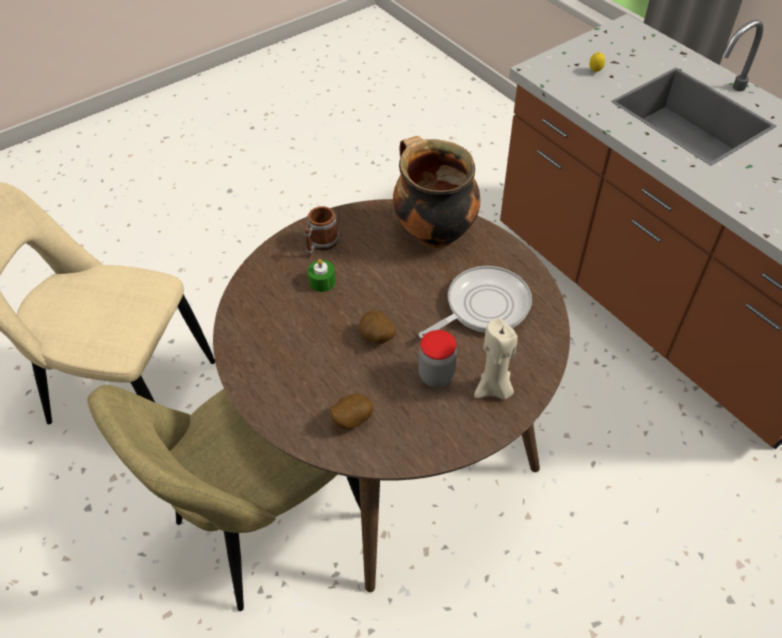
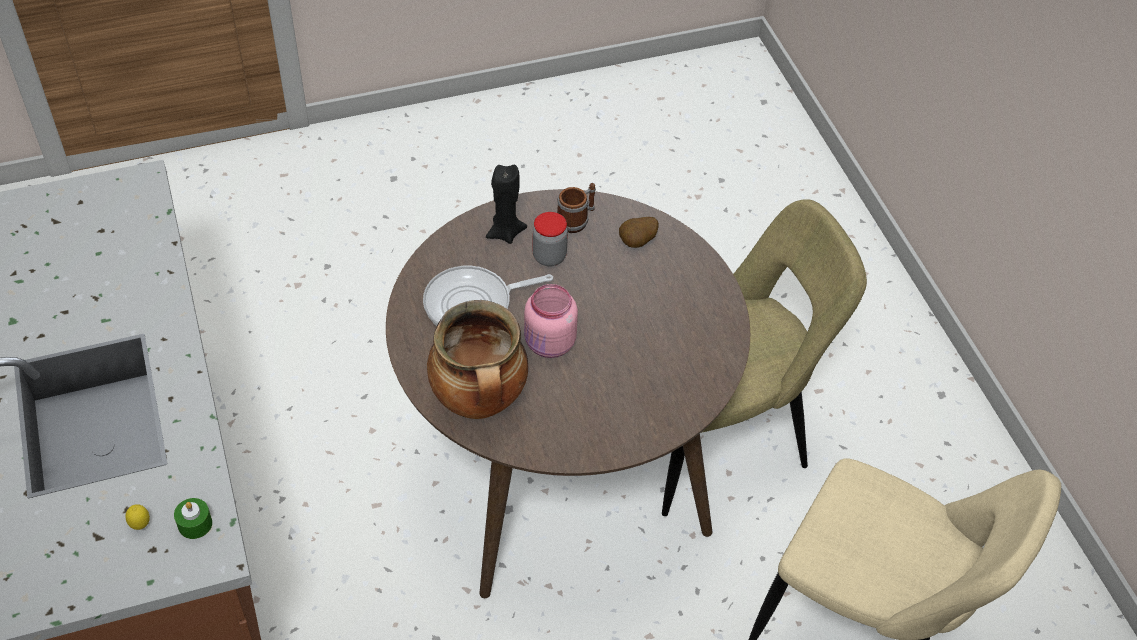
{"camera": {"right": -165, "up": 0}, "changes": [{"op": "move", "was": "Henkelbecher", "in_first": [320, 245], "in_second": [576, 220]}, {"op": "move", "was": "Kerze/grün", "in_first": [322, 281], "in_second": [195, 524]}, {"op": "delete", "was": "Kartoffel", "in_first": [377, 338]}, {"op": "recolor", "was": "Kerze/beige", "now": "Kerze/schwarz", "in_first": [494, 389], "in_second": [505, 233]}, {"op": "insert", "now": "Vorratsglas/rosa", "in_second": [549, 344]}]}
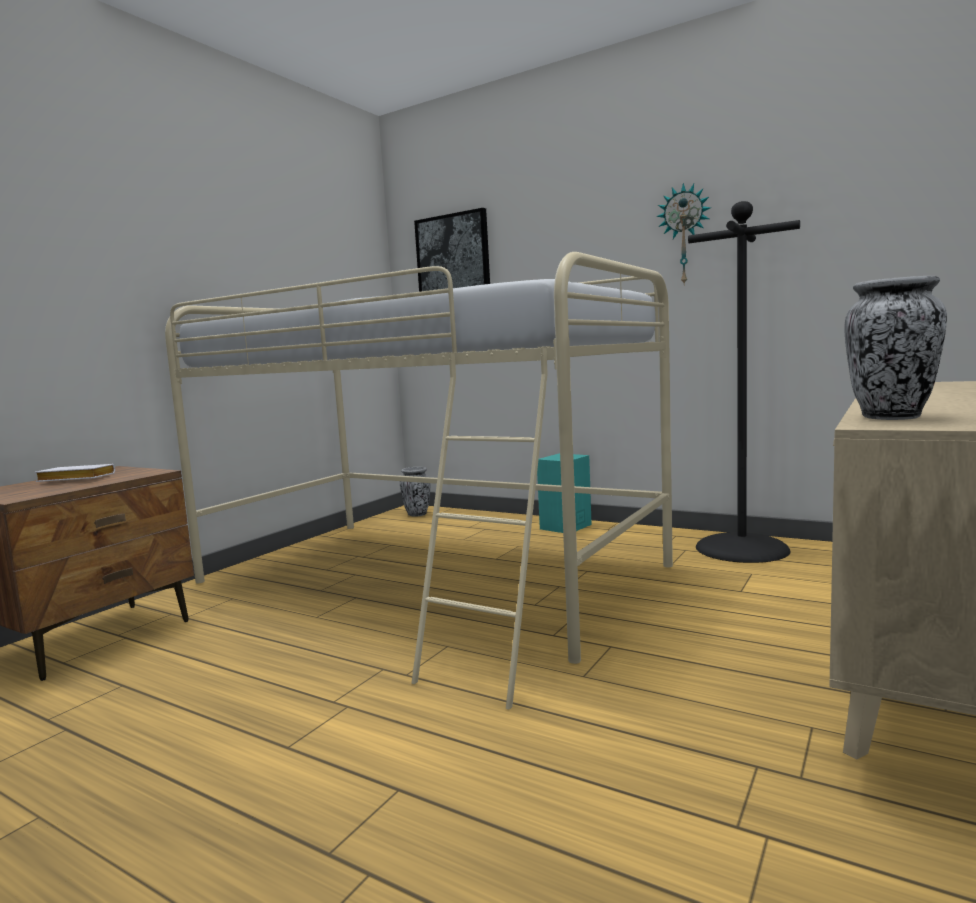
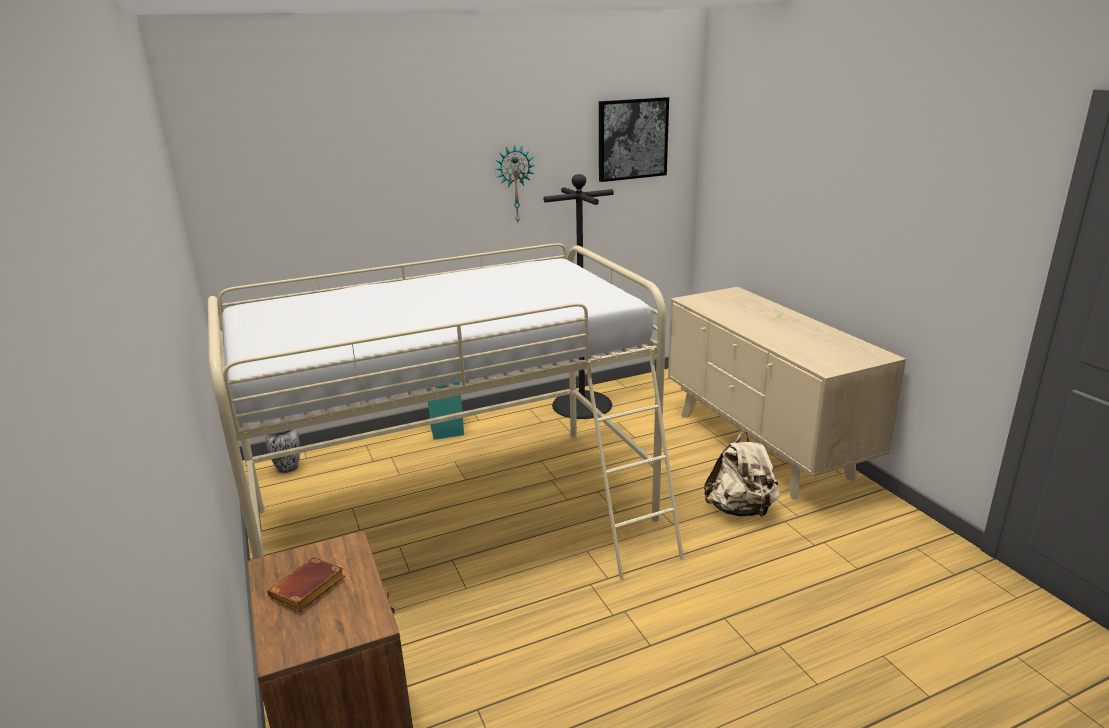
{"camera": {"right": -55, "up": 15}, "changes": [{"op": "move", "was": "Bild", "in_first": [453, 257], "in_second": [632, 139]}, {"op": "delete", "was": "Vase", "in_first": [891, 417]}, {"op": "recolor", "was": "Buch/weiß", "now": "Buch/braun", "in_first": [74, 479], "in_second": [307, 591]}, {"op": "insert", "now": "Rucksack/beige", "in_second": [740, 509]}]}
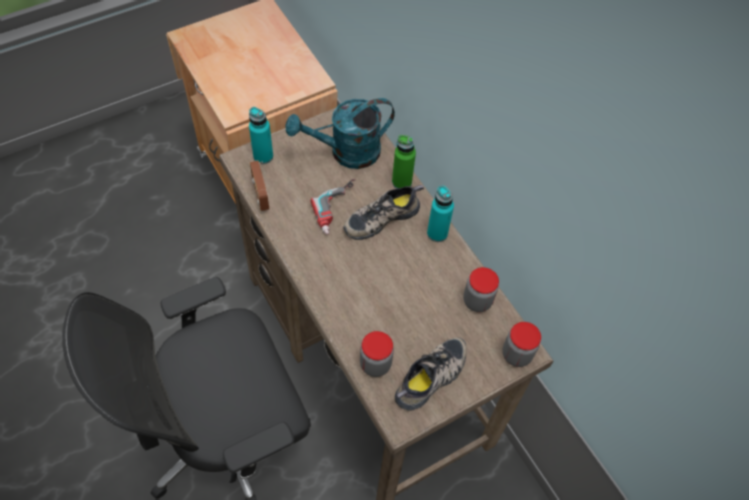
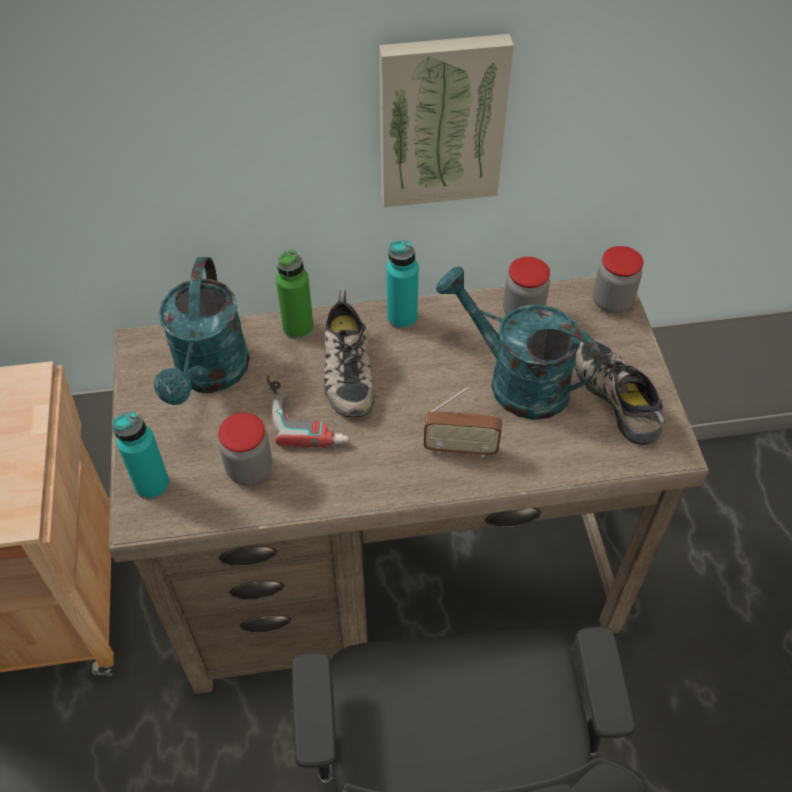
{"camera": {"right": -65, "up": -5}, "changes": [{"op": "move", "was": "Radio", "in_first": [261, 195], "in_second": [460, 448]}, {"op": "move", "was": "Vorratsglas", "in_first": [375, 364], "in_second": [249, 469]}, {"op": "insert", "now": "Bild", "in_second": [441, 120]}, {"op": "insert", "now": "Gießkanne/türkis", "in_second": [515, 380]}]}
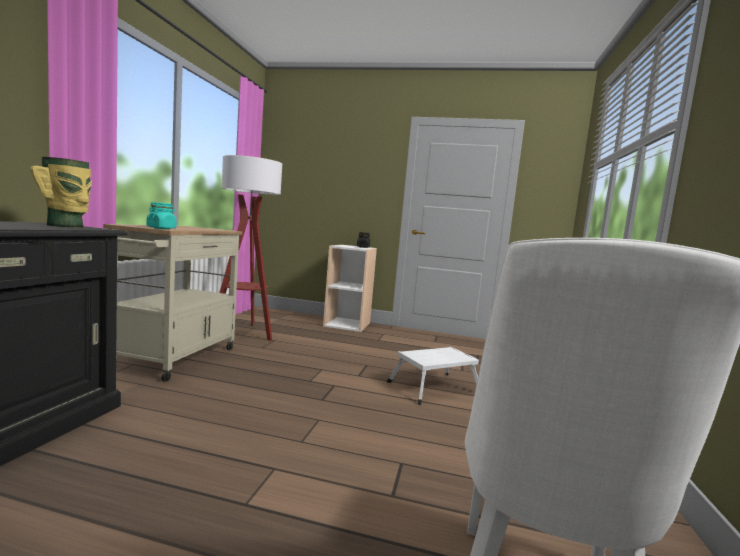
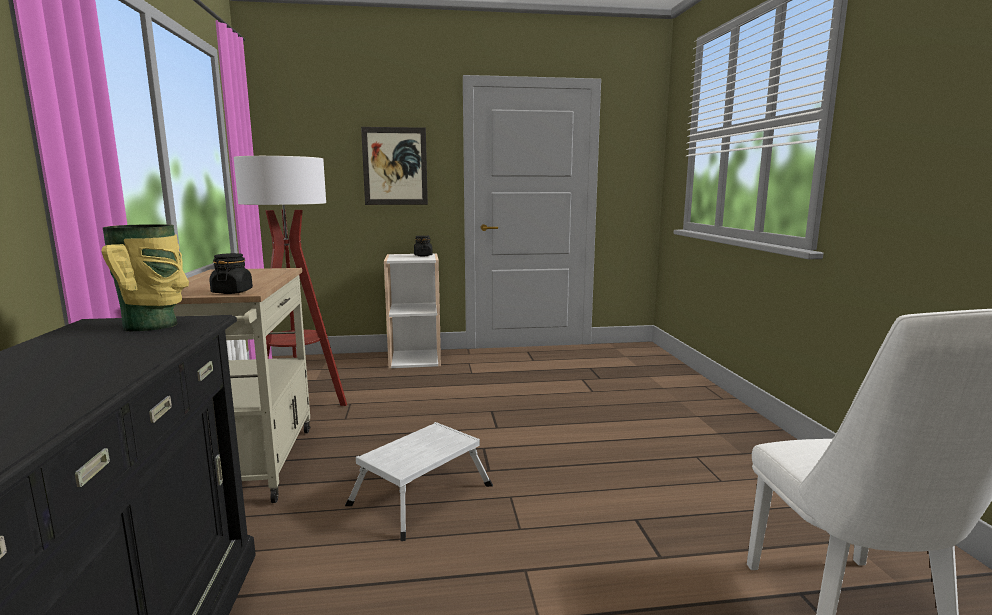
{"camera": {"right": -20, "up": 5}, "changes": [{"op": "recolor", "was": "Vorratsglas/türkis", "now": "Vorratsglas/schwarz", "in_first": [161, 228], "in_second": [232, 292]}, {"op": "move", "was": "Trittleiter/weiß", "in_first": [435, 387], "in_second": [422, 494]}, {"op": "insert", "now": "Bild", "in_second": [395, 166]}]}
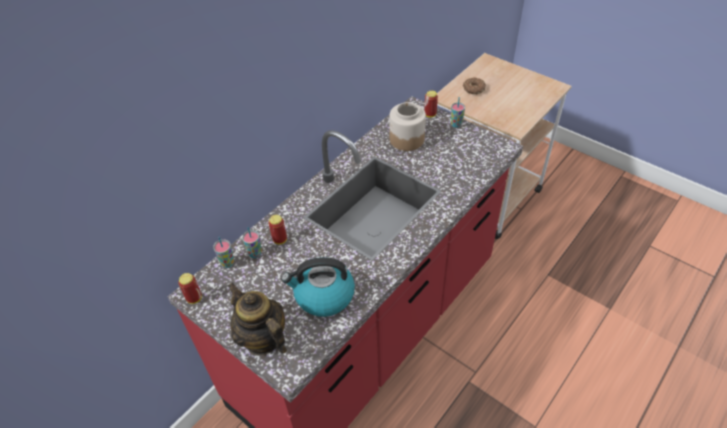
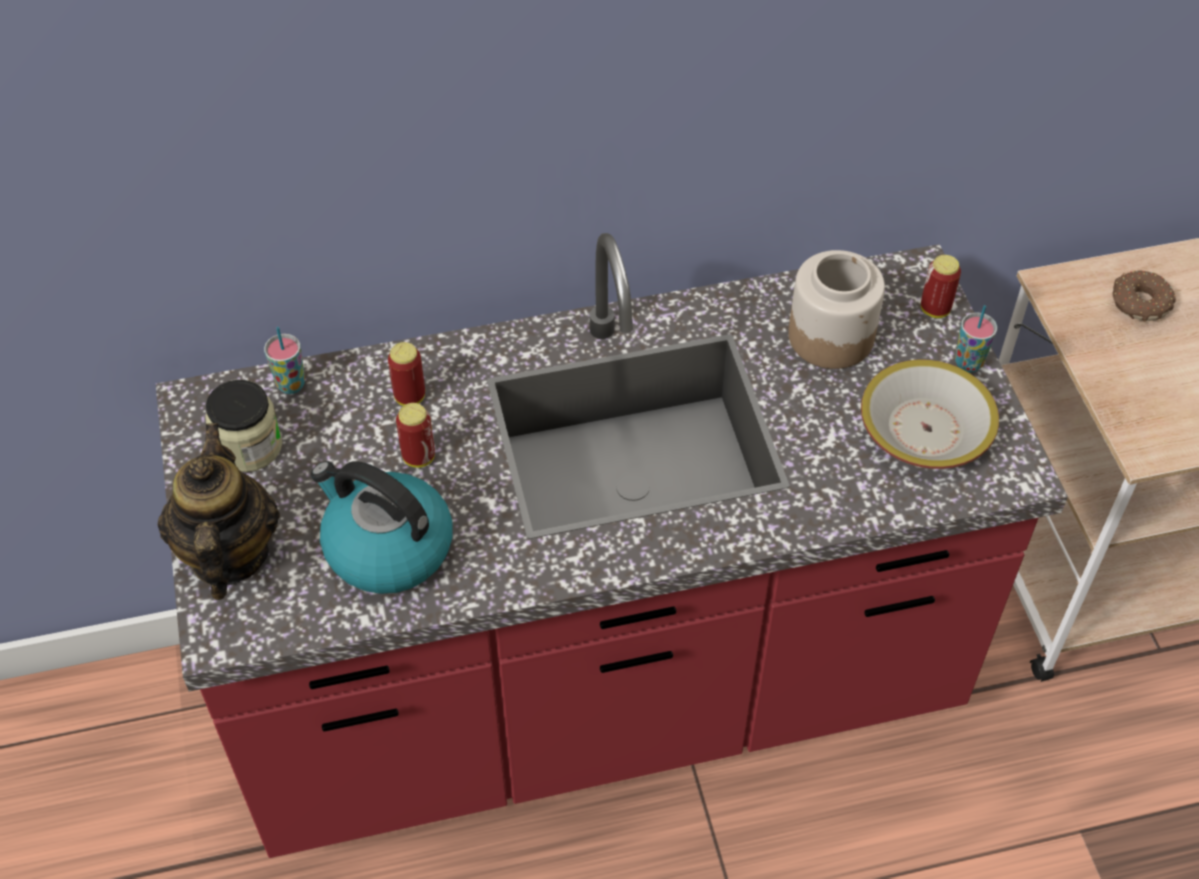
{"camera": {"right": 35, "up": 5}, "changes": [{"op": "delete", "was": "Tasse", "in_first": [255, 254]}, {"op": "move", "was": "Dose", "in_first": [194, 298], "in_second": [418, 457]}, {"op": "insert", "now": "Schüssel", "in_second": [926, 429]}, {"op": "insert", "now": "Vorratsglas", "in_second": [249, 447]}]}
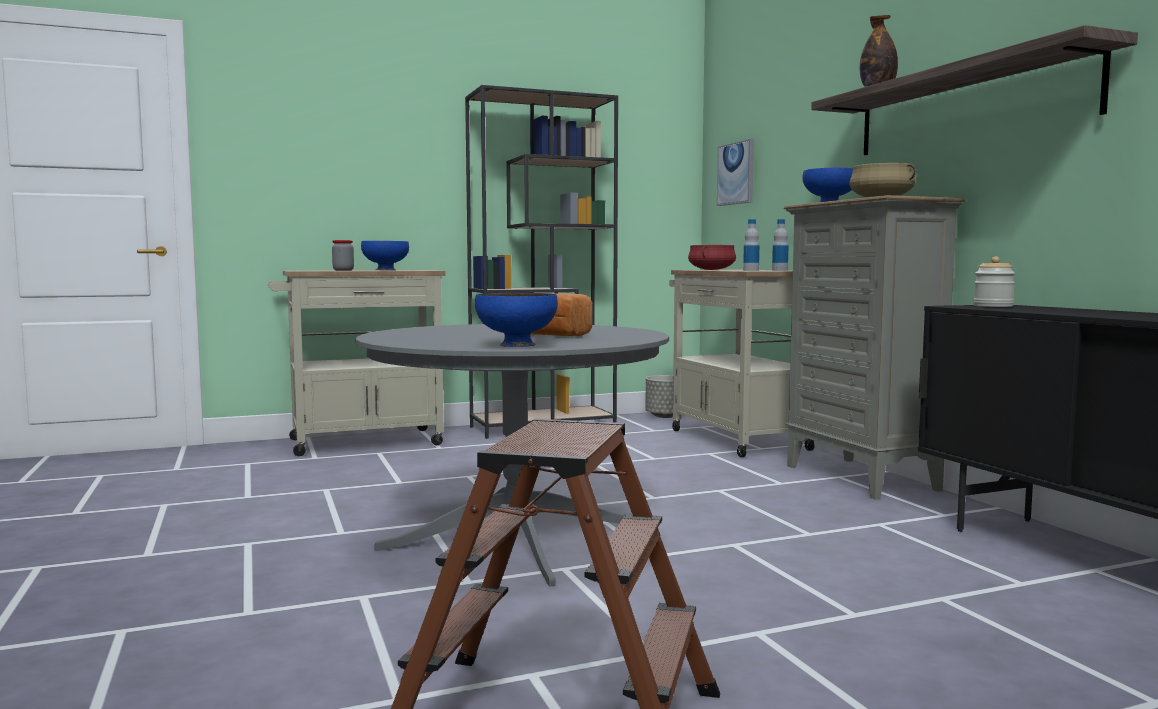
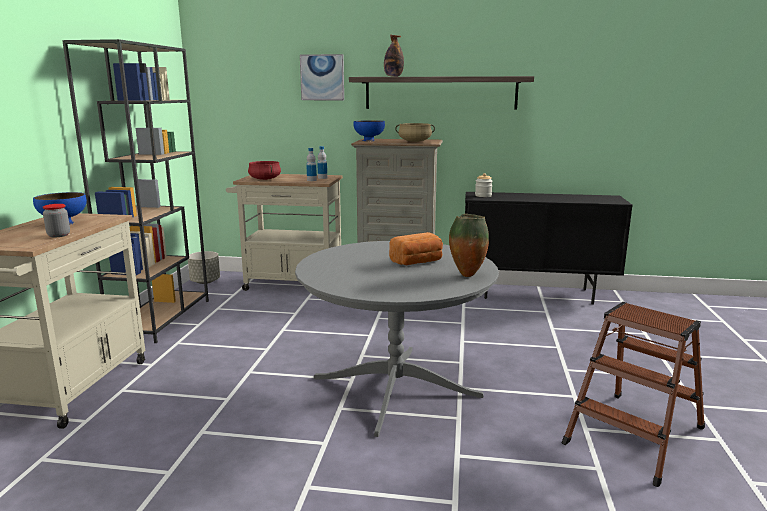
{"camera": {"right": -60, "up": 10}, "changes": [{"op": "move", "was": "Bild", "in_first": [736, 173], "in_second": [322, 77]}, {"op": "replace", "was": "Schüssel/blau", "now": "Vase", "in_first": [516, 345], "in_second": [466, 275]}]}
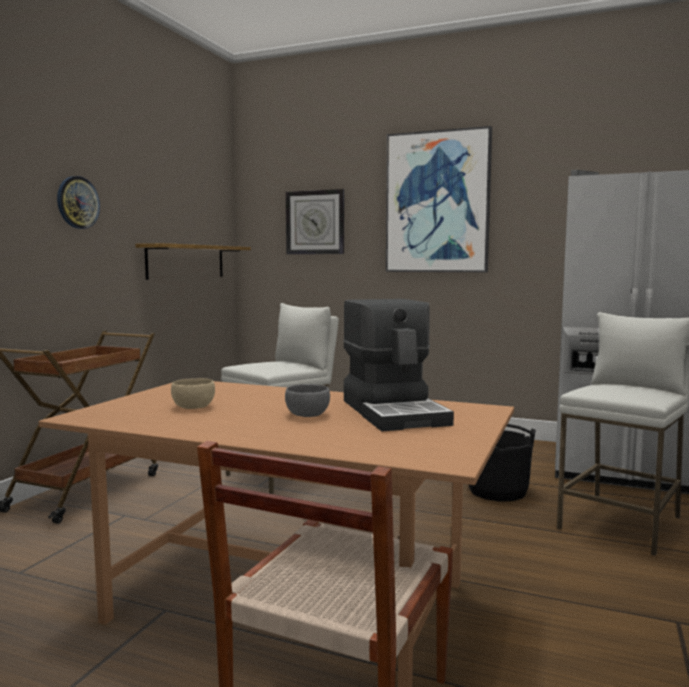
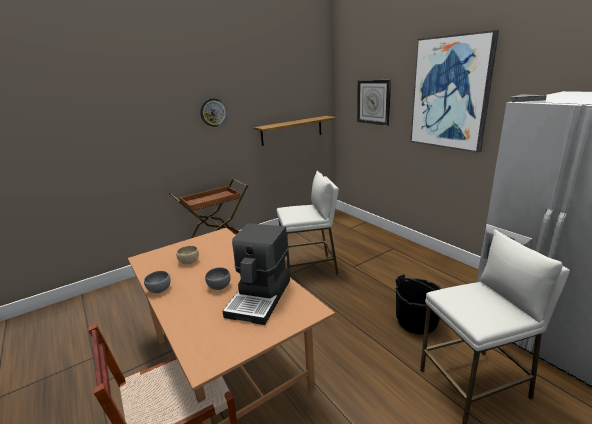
{"camera": {"right": 35, "up": 15}, "changes": [{"op": "insert", "now": "Schüssel/grau", "in_second": [159, 289]}]}
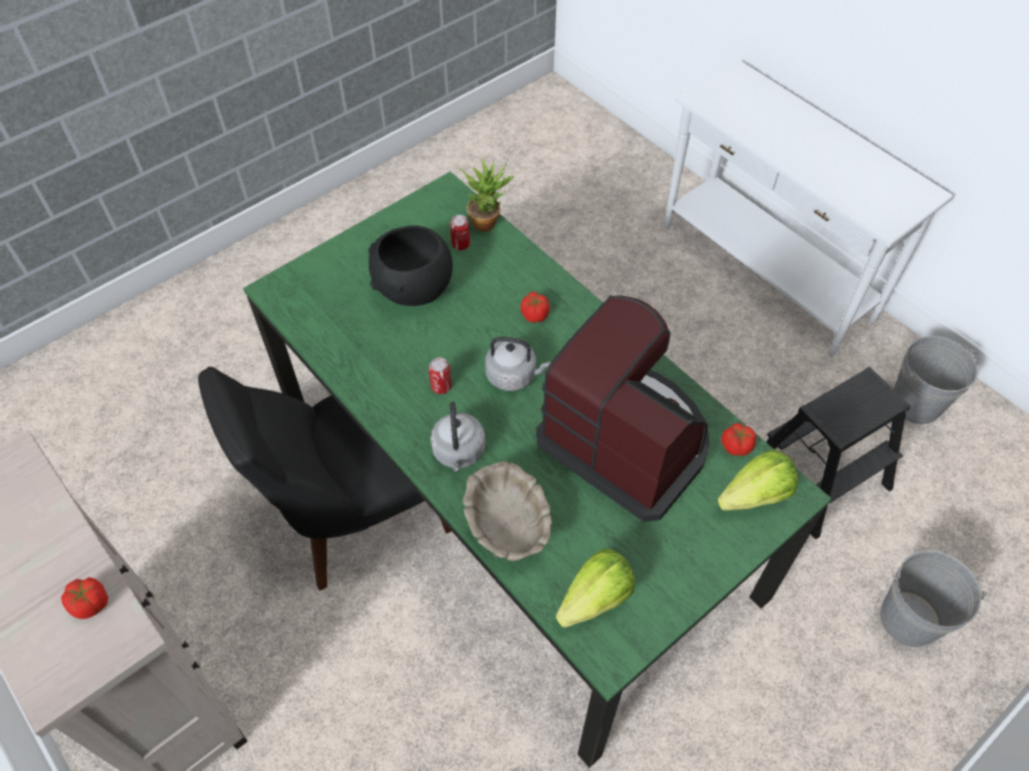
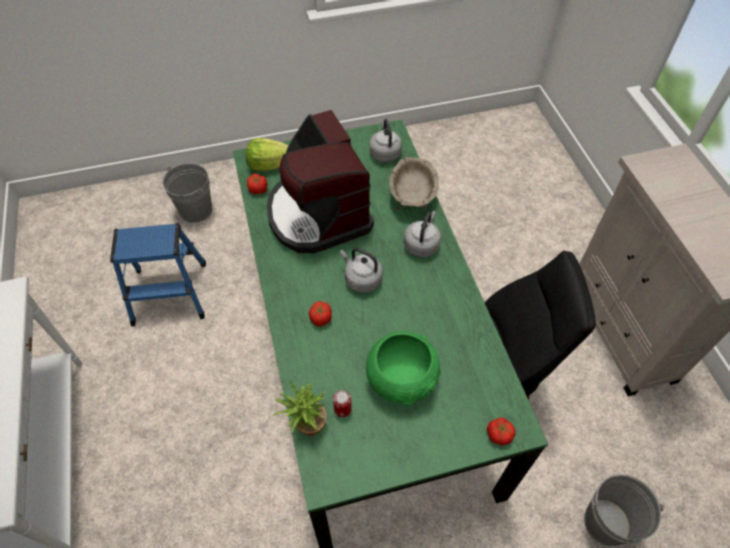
{"camera": {"right": -155, "up": 0}, "changes": [{"op": "recolor", "was": "Schüssel/schwarz", "now": "Schüssel/grün", "in_first": [413, 289], "in_second": [402, 379]}, {"op": "move", "was": "Eimer/grau", "in_first": [915, 403], "in_second": [606, 522]}, {"op": "delete", "was": "Dose", "in_first": [441, 386]}, {"op": "recolor", "was": "Trittleiter/schwarz", "now": "Trittleiter/blau", "in_first": [817, 474], "in_second": [170, 292]}, {"op": "replace", "was": "Salatkopf", "now": "Wasserkessel/grau", "in_first": [595, 599], "in_second": [385, 153]}, {"op": "move", "was": "Tomate", "in_first": [91, 603], "in_second": [498, 435]}]}
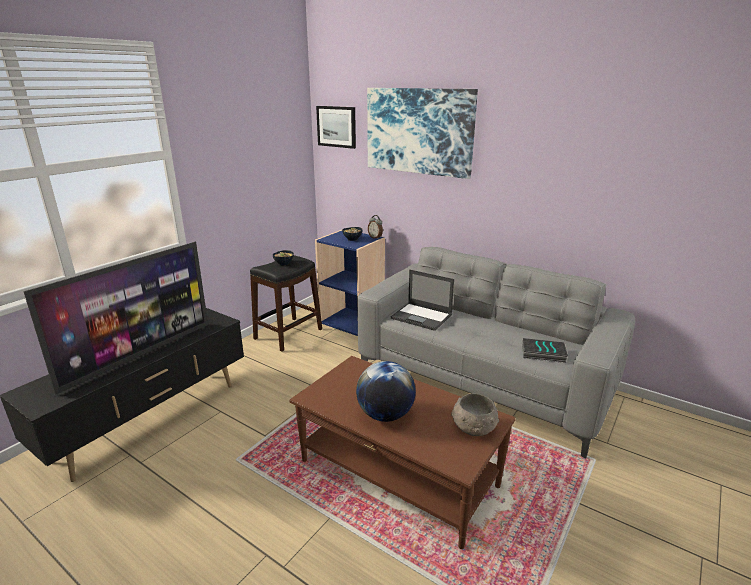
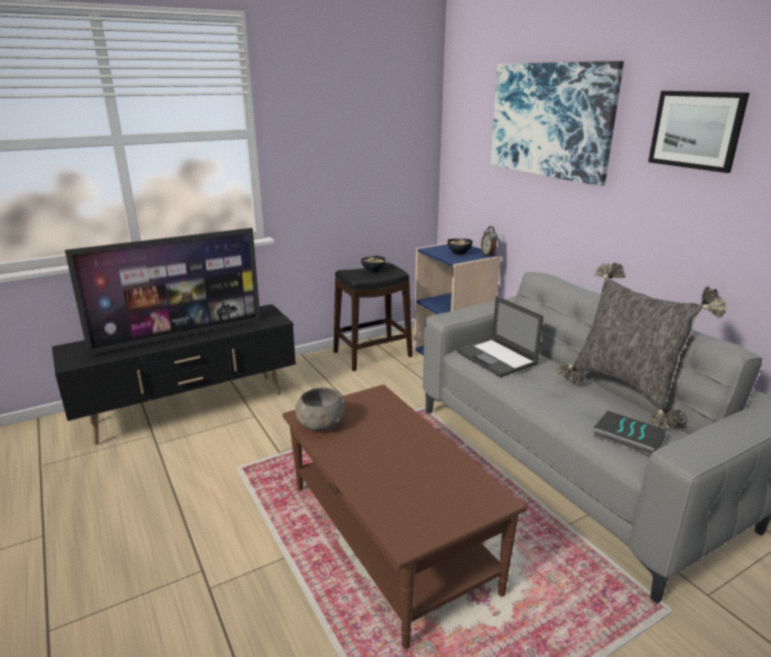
{"camera": {"right": 25, "up": 0}, "changes": [{"op": "move", "was": "Bild", "in_first": [336, 126], "in_second": [696, 130]}, {"op": "delete", "was": "Globus", "in_first": [385, 415]}, {"op": "move", "was": "Schüssel/grau", "in_first": [473, 428], "in_second": [320, 425]}, {"op": "insert", "now": "Kissen", "in_second": [624, 398]}]}
